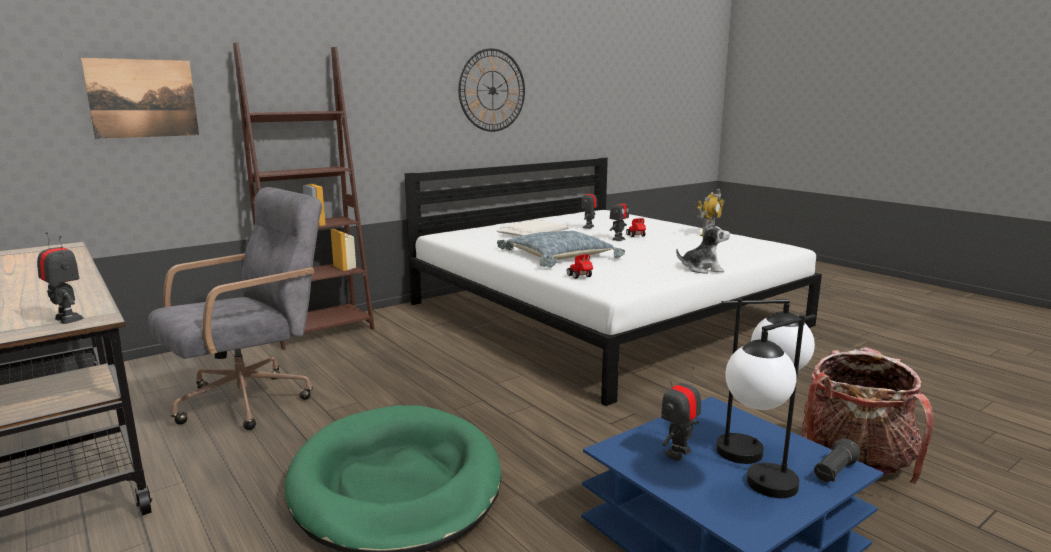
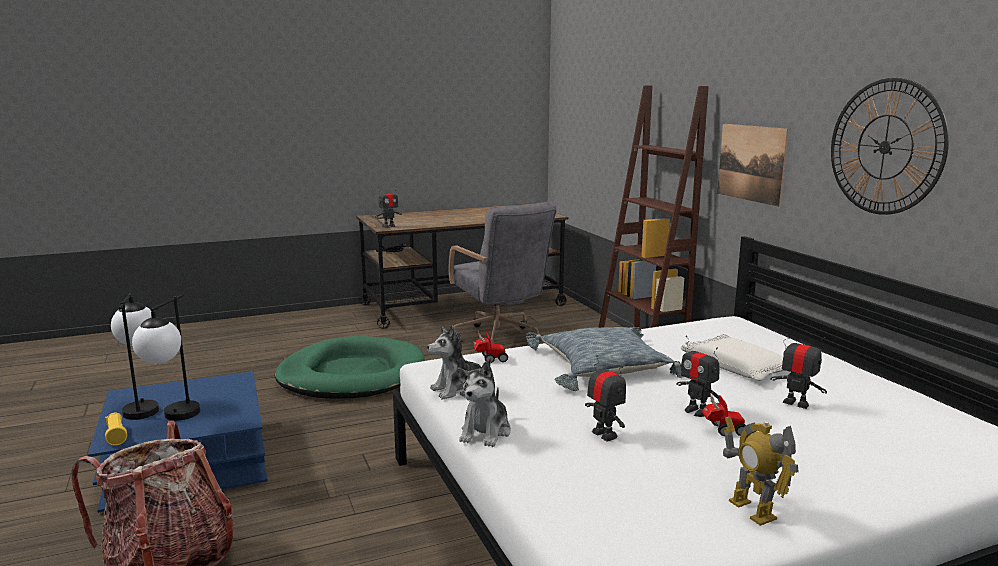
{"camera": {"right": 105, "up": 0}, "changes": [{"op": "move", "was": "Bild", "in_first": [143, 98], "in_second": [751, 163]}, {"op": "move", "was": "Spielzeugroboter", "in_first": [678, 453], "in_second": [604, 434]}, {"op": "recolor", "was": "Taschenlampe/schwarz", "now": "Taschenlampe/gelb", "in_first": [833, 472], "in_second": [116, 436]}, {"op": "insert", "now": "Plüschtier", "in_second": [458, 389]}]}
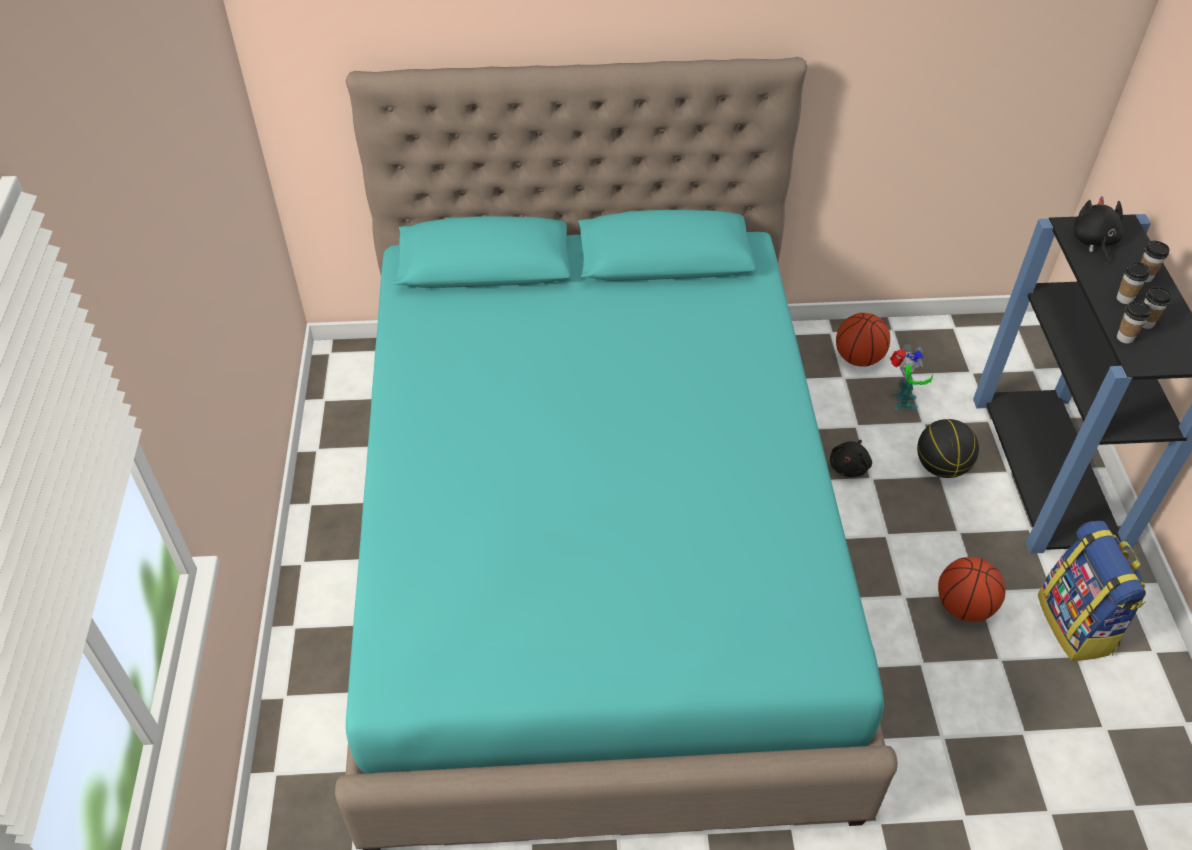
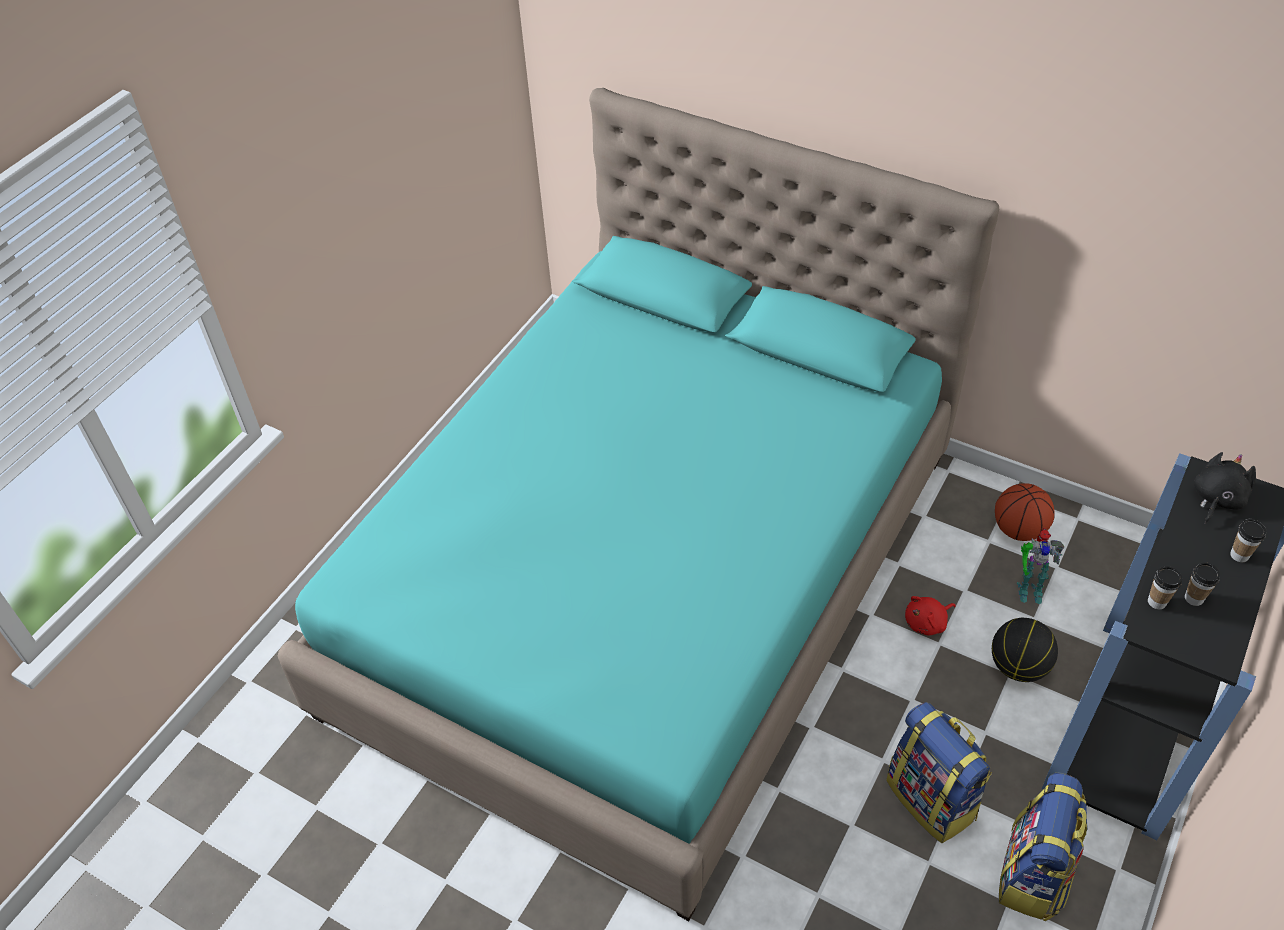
{"camera": {"right": 35, "up": 0}, "changes": [{"op": "delete", "was": "Tasse", "in_first": [1124, 298]}, {"op": "rotate", "was": "Spielzeugroboter", "in_first": [901, 402], "in_second": [1028, 589], "clockwise": 60}, {"op": "recolor", "was": "Plüschtier/schwarz", "now": "Plüschtier/rot", "in_first": [849, 466], "in_second": [927, 623]}, {"op": "replace", "was": "Basketball", "now": "Rucksack", "in_first": [963, 606], "in_second": [933, 799]}]}
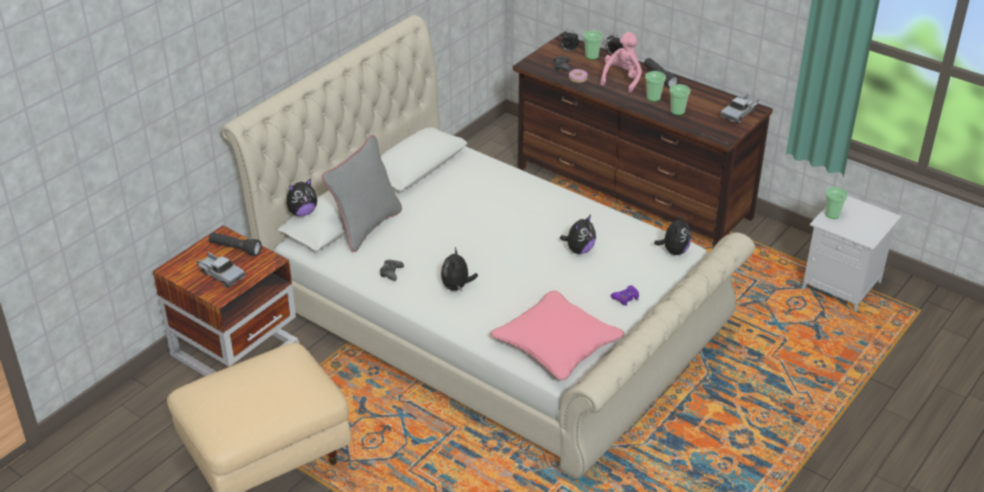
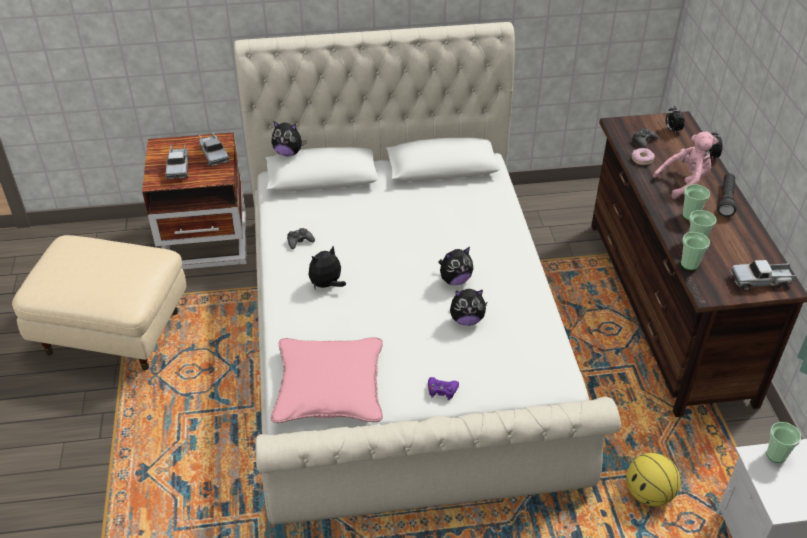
{"camera": {"right": 45, "up": 5}, "changes": [{"op": "move", "was": "Tasse", "in_first": [591, 56], "in_second": [689, 264]}, {"op": "delete", "was": "Kissen/grau", "in_first": [366, 227]}, {"op": "move", "was": "Plüschtier", "in_first": [674, 251], "in_second": [455, 280]}, {"op": "replace", "was": "Taschenlampe/schwarz", "now": "Spielzeuglaster", "in_first": [235, 249], "in_second": [214, 154]}, {"op": "insert", "now": "Basketball", "in_second": [648, 494]}]}
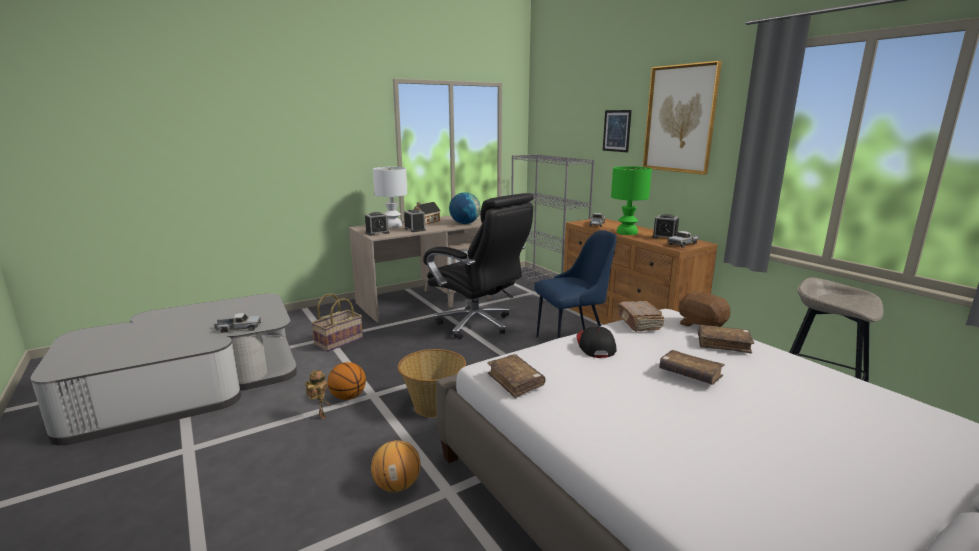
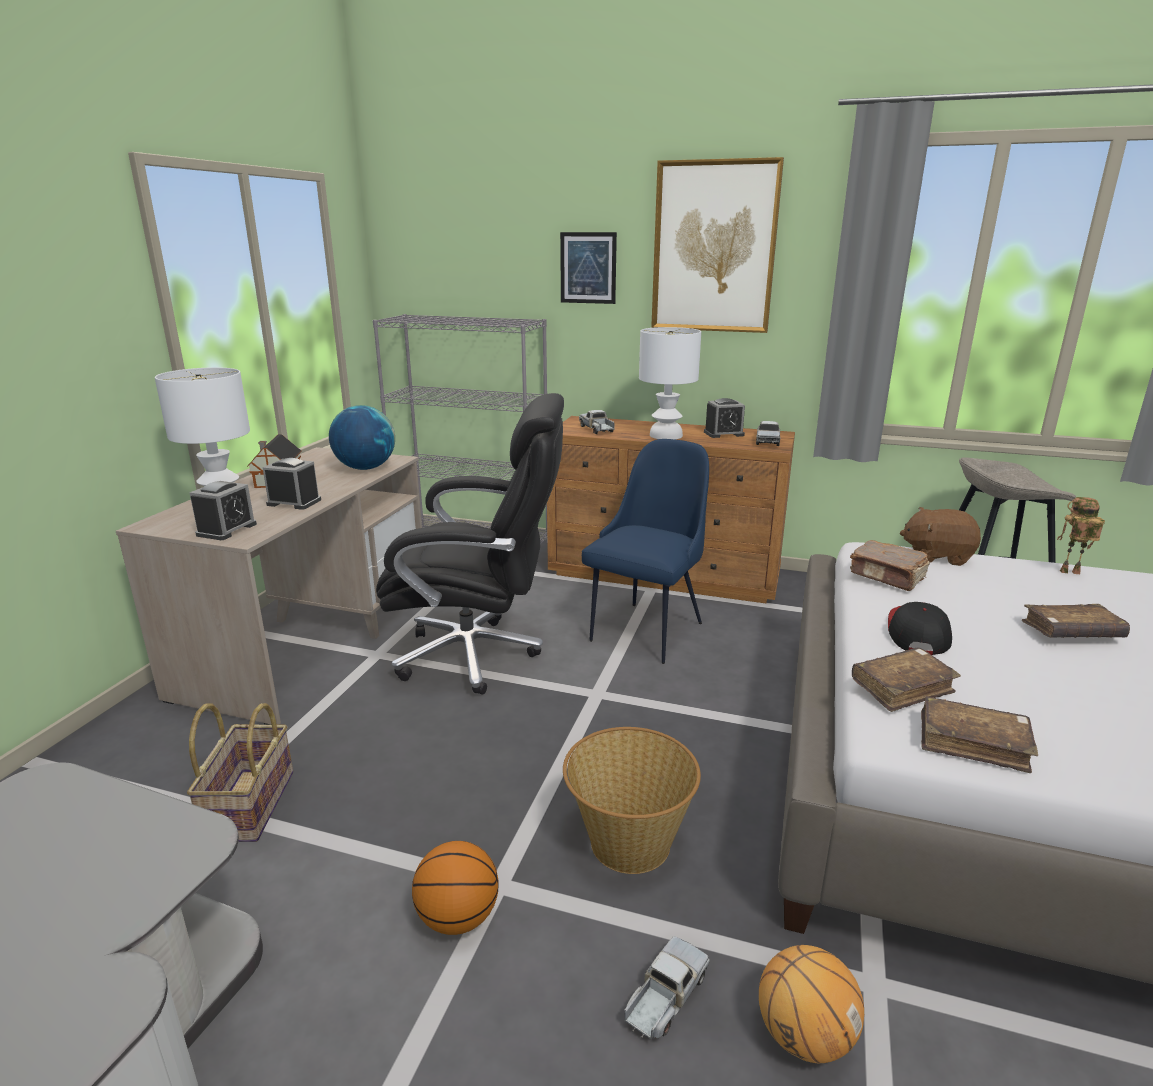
{"camera": {"right": -40, "up": 5}, "changes": [{"op": "recolor", "was": "Tischlampe/grün", "now": "Tischlampe/weiß", "in_first": [626, 232], "in_second": [666, 436]}, {"op": "move", "was": "Spielzeuglaster", "in_first": [238, 328], "in_second": [665, 997]}, {"op": "move", "was": "Buch/braun", "in_first": [723, 344], "in_second": [902, 688]}, {"op": "rotate", "was": "Kappe", "in_first": [595, 345], "in_second": [917, 633], "clockwise": 60}, {"op": "move", "was": "Spielzeugroboter", "in_first": [320, 416], "in_second": [1069, 573]}]}
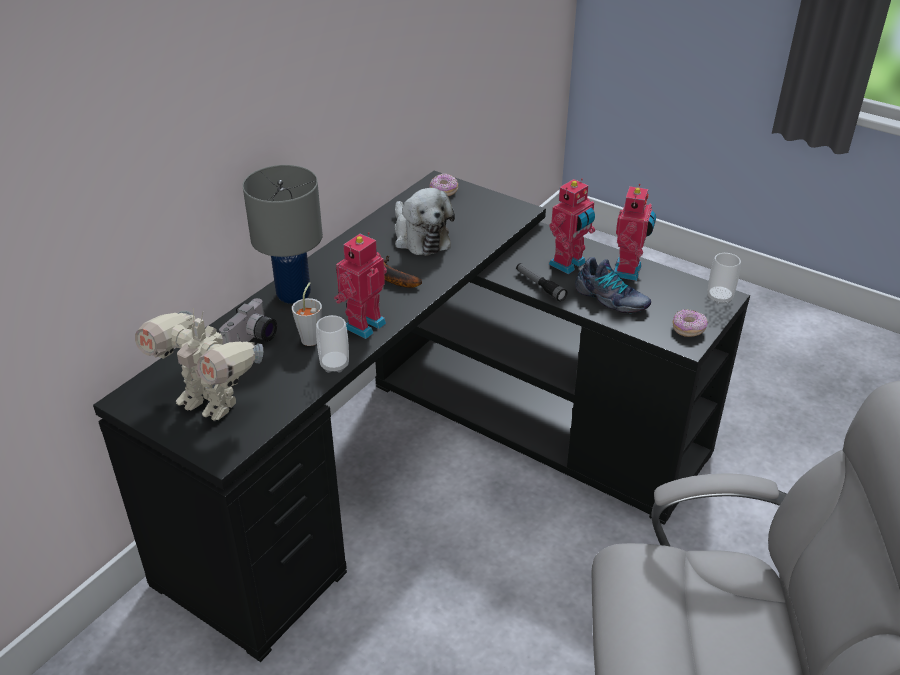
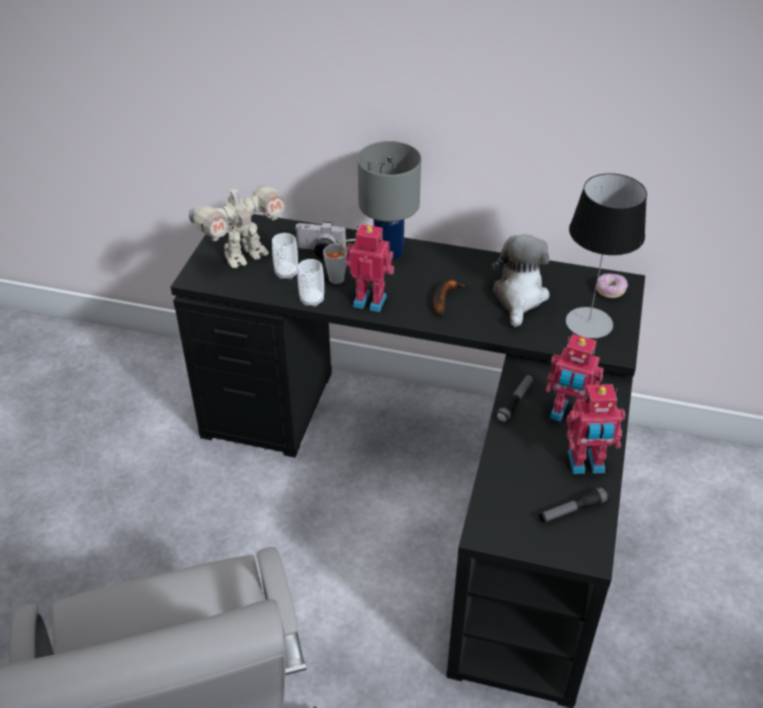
{"camera": {"right": 70, "up": 5}, "changes": [{"op": "rotate", "was": "Plüschtier", "in_first": [420, 237], "in_second": [519, 297], "clockwise": 150}, {"op": "move", "was": "Tasse", "in_first": [719, 298], "in_second": [286, 273]}, {"op": "delete", "was": "Schuh", "in_first": [611, 299]}, {"op": "rotate", "was": "Spielzeugroboter", "in_first": [210, 402], "in_second": [244, 255], "clockwise": -135}, {"op": "delete", "was": "Donut", "in_first": [688, 329]}, {"op": "insert", "now": "Tischlampe", "in_second": [588, 323]}, {"op": "insert", "now": "Taschenlampe", "in_second": [572, 510]}]}
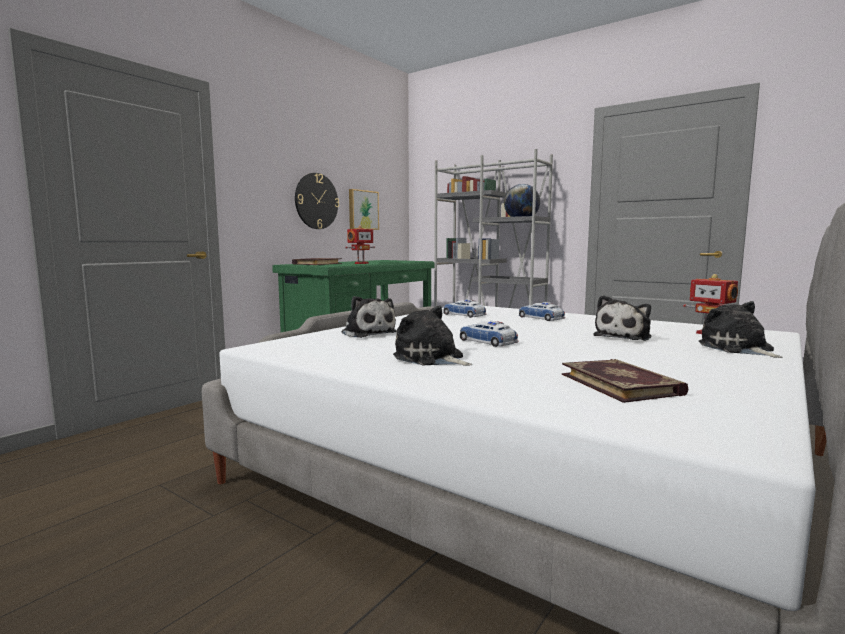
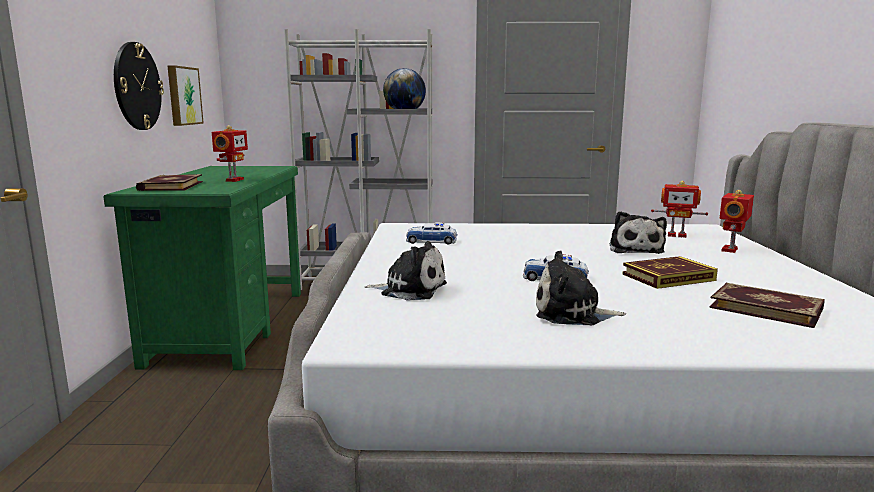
{"camera": {"right": -35, "up": 5}, "changes": [{"op": "replace", "was": "Plüschtier", "now": "Spielzeugroboter", "in_first": [738, 349], "in_second": [731, 250]}, {"op": "delete", "was": "Spielzeugauto", "in_first": [541, 318]}, {"op": "insert", "now": "Buch", "in_second": [668, 277]}]}
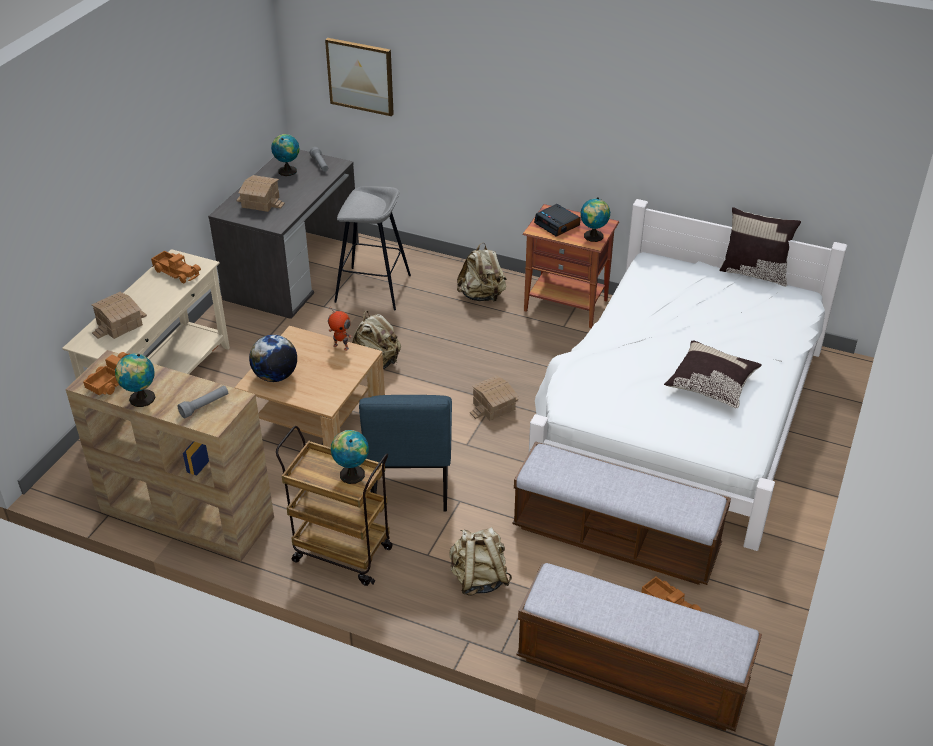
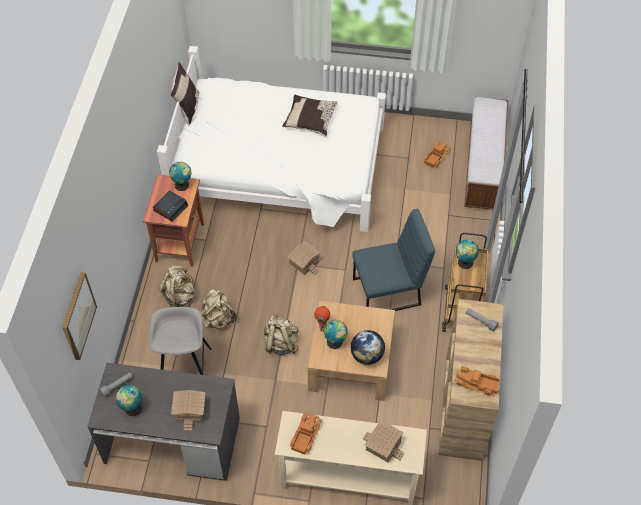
{"camera": {"right": -105, "up": 15}, "changes": [{"op": "move", "was": "Globus", "in_first": [140, 399], "in_second": [335, 342]}, {"op": "delete", "was": "Bank", "in_first": [615, 539]}, {"op": "move", "was": "Rucksack/beige", "in_first": [478, 579], "in_second": [218, 319]}]}
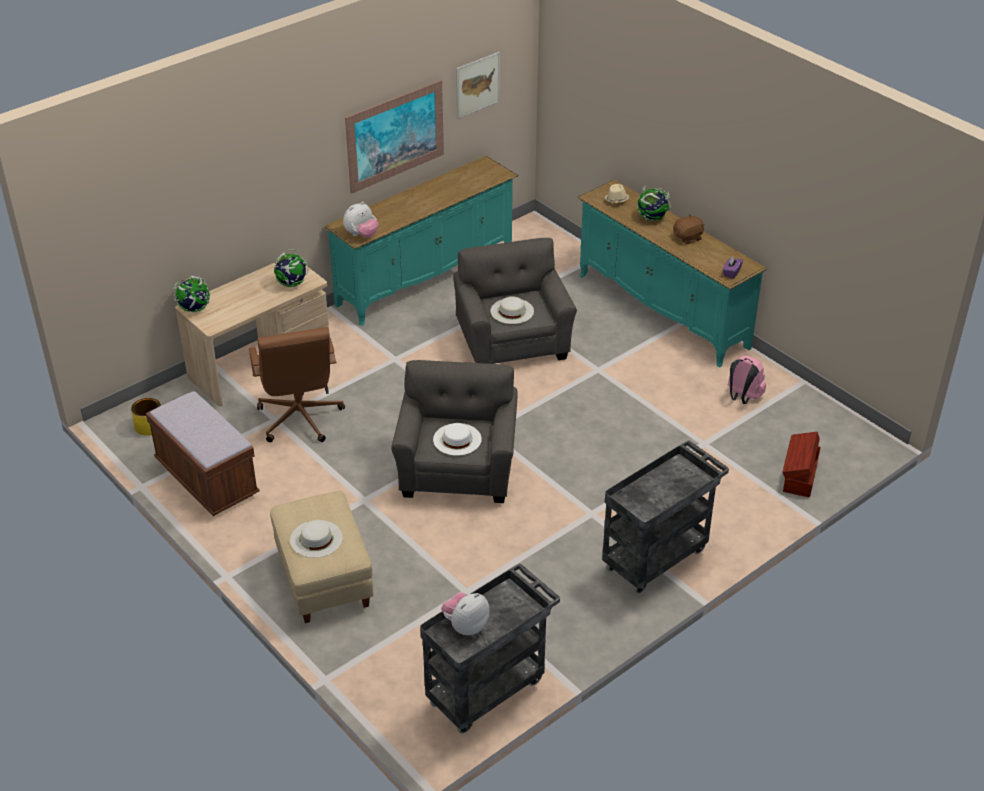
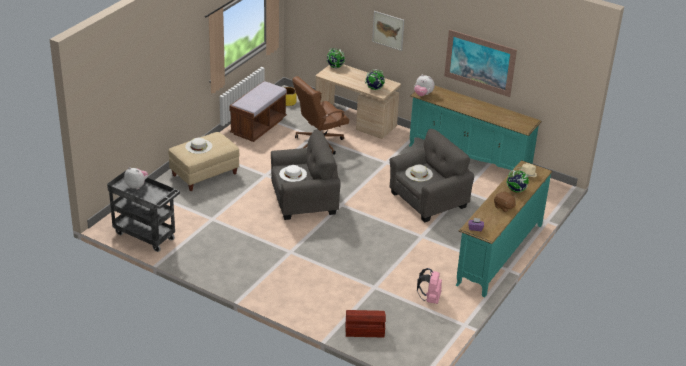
{"camera": {"right": 70, "up": -5}, "changes": [{"op": "move", "was": "Bild", "in_first": [477, 85], "in_second": [388, 30]}, {"op": "delete", "was": "Rollwagen/schwarz", "in_first": [658, 559]}]}
